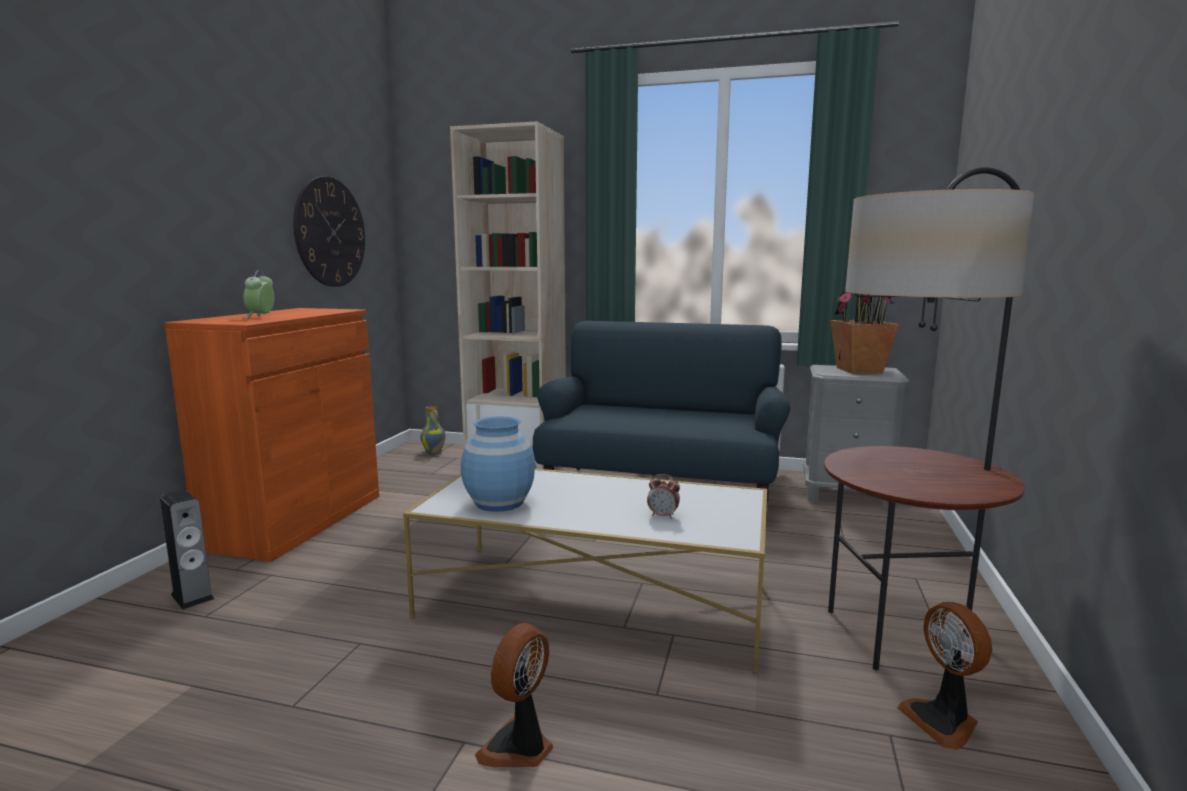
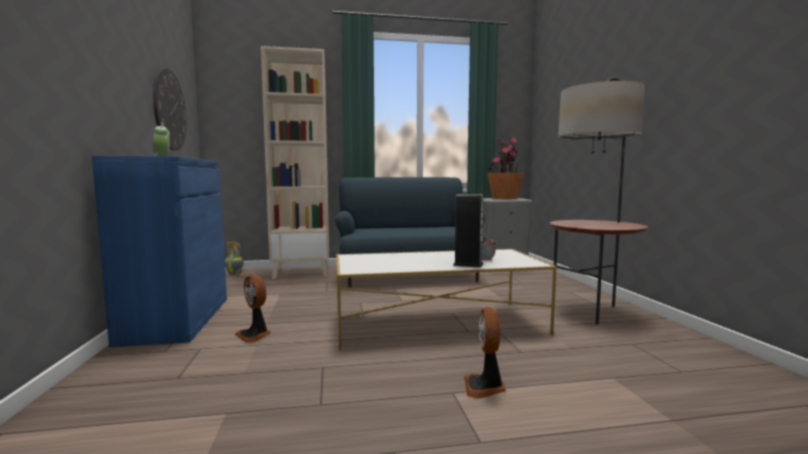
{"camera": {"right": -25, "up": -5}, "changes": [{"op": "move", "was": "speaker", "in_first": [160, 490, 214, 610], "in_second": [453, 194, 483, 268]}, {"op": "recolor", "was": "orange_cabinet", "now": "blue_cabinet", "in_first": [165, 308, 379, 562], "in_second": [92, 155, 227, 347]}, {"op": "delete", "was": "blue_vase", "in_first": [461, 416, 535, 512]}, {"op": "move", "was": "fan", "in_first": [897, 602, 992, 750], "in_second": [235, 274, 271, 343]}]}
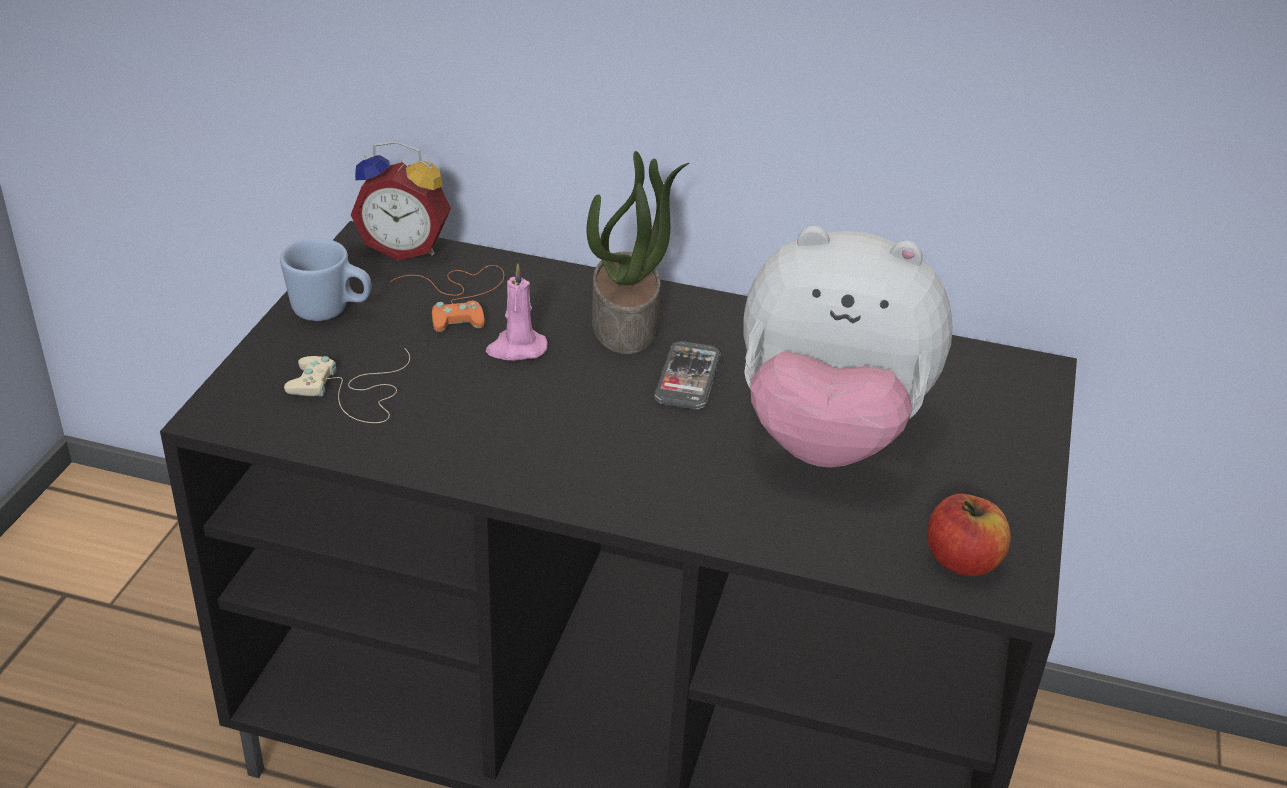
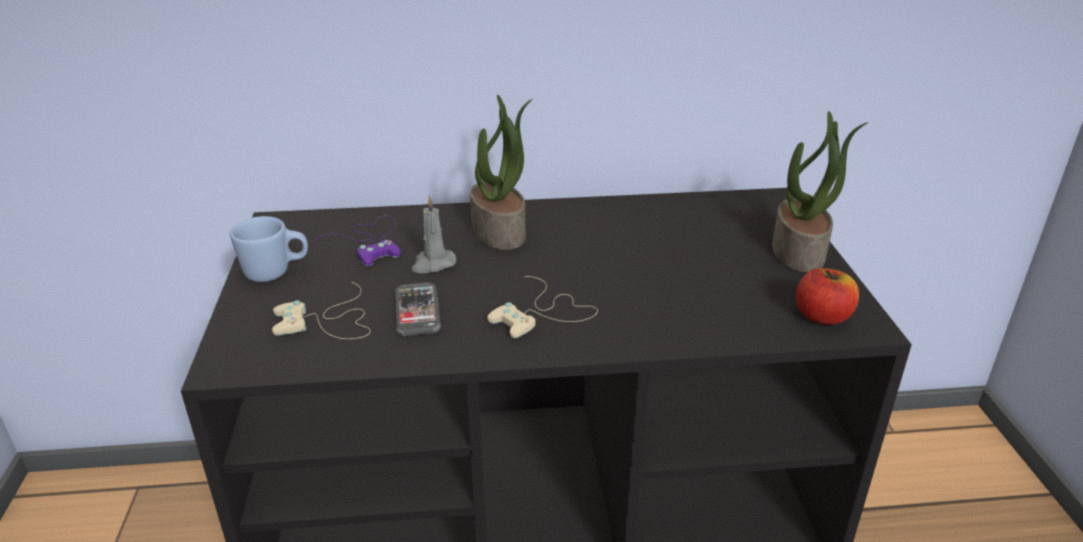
{"camera": {"right": -20, "up": -5}, "changes": [{"op": "delete", "was": "alarm_clock", "in_first": [351, 141, 451, 261]}, {"op": "recolor", "was": "orange_game_controller", "now": "purple_game_controller", "in_first": [390, 265, 504, 332], "in_second": [312, 216, 401, 267]}, {"op": "recolor", "was": "pink_candle", "now": "grey_candle", "in_first": [486, 263, 547, 361], "in_second": [411, 195, 457, 273]}, {"op": "move", "was": "phone", "in_first": [654, 341, 721, 410], "in_second": [395, 282, 441, 336]}, {"op": "delete", "was": "plush_toy", "in_first": [744, 226, 953, 467]}, {"op": "insert", "now": "beige_game_controller", "in_second": [487, 276, 598, 339]}, {"op": "insert", "now": "potted_plant", "in_second": [772, 111, 868, 273]}]}
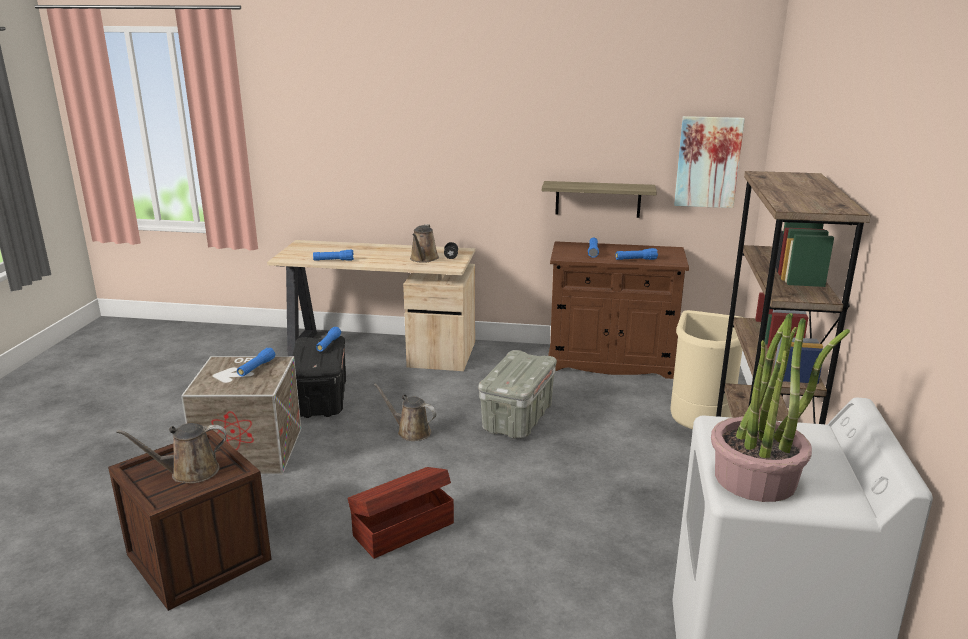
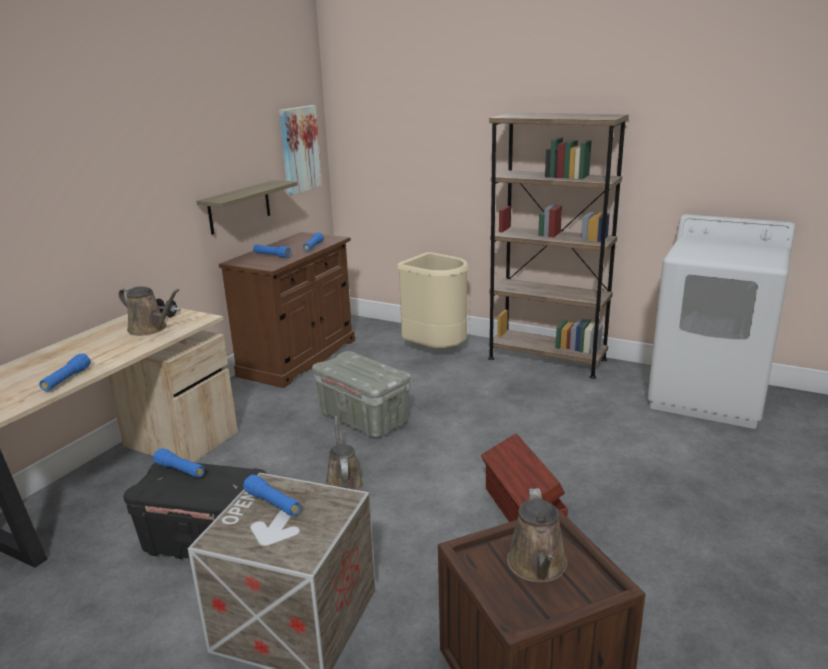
{"camera": {"right": -70, "up": 0}, "changes": [{"op": "rotate", "was": "brown_watering_can", "in_first": [374, 384, 437, 441], "in_second": [325, 416, 363, 490], "clockwise": 120}, {"op": "delete", "was": "potted_plant", "in_first": [711, 313, 850, 502]}]}
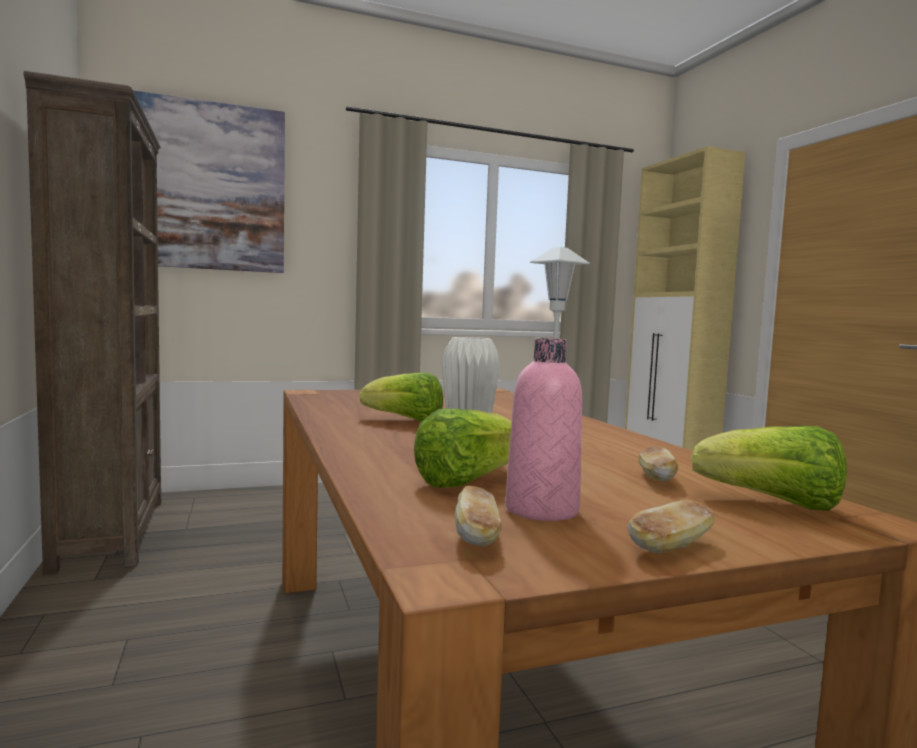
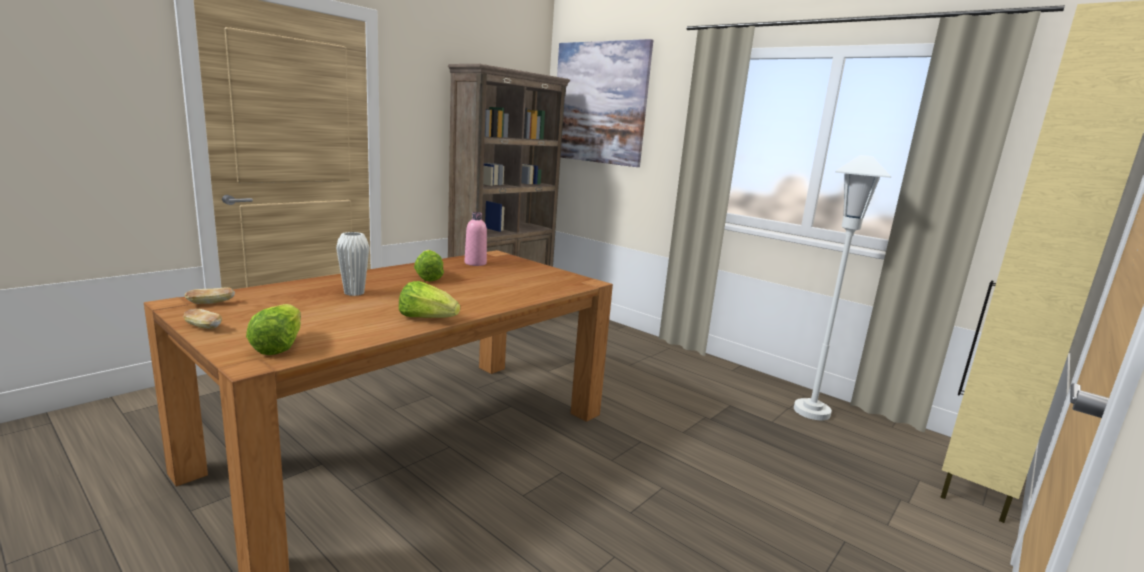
{"camera": {"right": 60, "up": 10}, "changes": [{"op": "move", "was": "lettuce", "in_first": [414, 409, 512, 488], "in_second": [399, 281, 460, 318]}, {"op": "move", "was": "pink_bottle", "in_first": [505, 338, 582, 521], "in_second": [465, 212, 487, 266]}, {"op": "delete", "was": "bread", "in_first": [638, 447, 678, 482]}]}
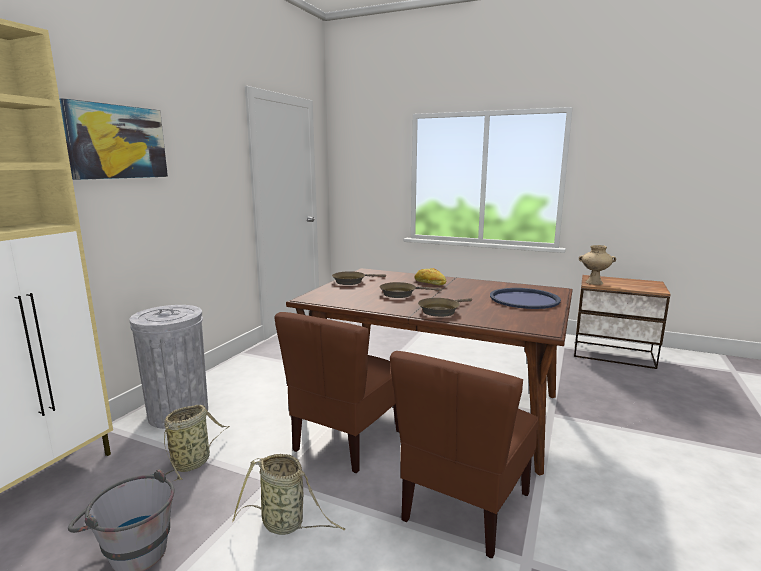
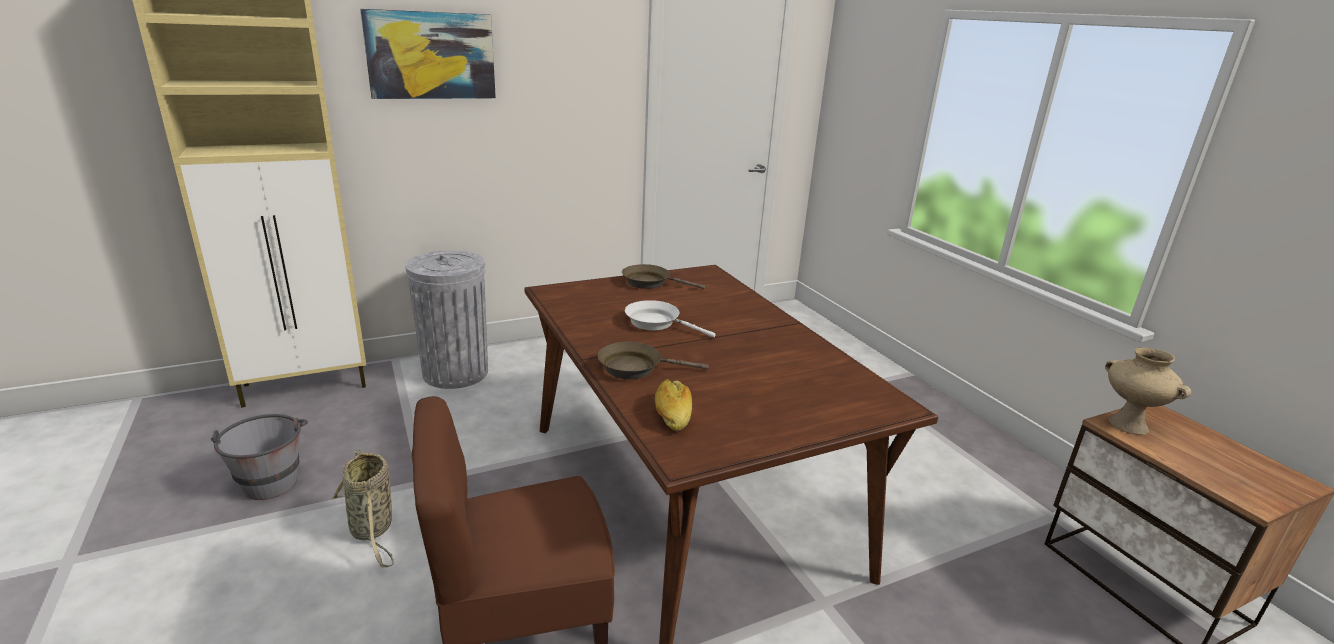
{"camera": {"right": 40, "up": 10}, "changes": [{"op": "delete", "was": "basket", "in_first": [164, 405, 230, 481]}, {"op": "delete", "was": "brown_chair", "in_first": [274, 312, 399, 473]}, {"op": "recolor", "was": "brown_frying_pan", "now": "white_frying_pan", "in_first": [379, 282, 442, 298], "in_second": [625, 300, 716, 337]}, {"op": "move", "was": "bread", "in_first": [415, 268, 446, 285], "in_second": [655, 379, 692, 431]}, {"op": "delete", "was": "blue_tray", "in_first": [490, 288, 561, 309]}]}
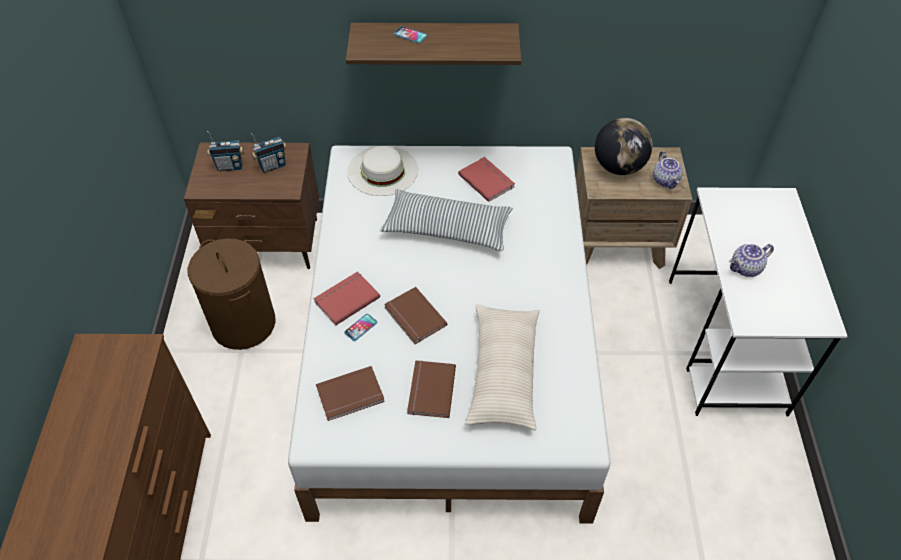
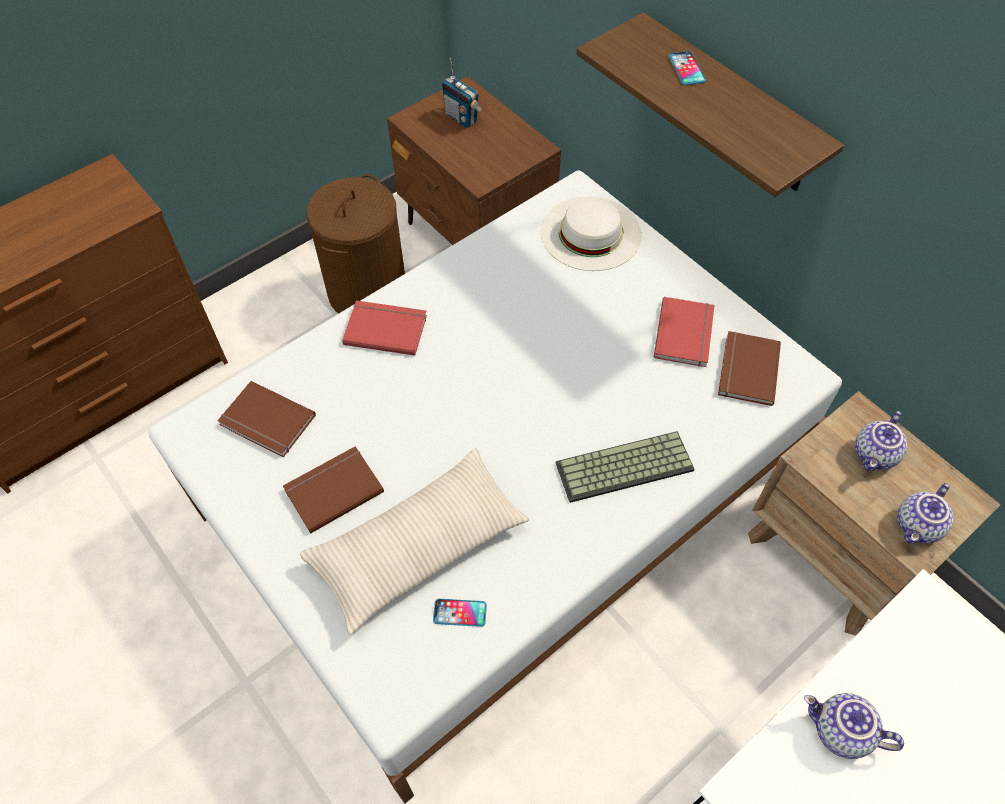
{"camera": {"right": 50, "up": 5}, "changes": [{"op": "delete", "was": "radio", "in_first": [251, 133, 286, 173]}, {"op": "move", "was": "phone", "in_first": [344, 314, 377, 341], "in_second": [433, 599, 487, 627]}, {"op": "delete", "was": "pillow", "in_first": [380, 189, 513, 251]}, {"op": "move", "was": "brown_book", "in_first": [384, 287, 447, 344], "in_second": [718, 331, 781, 406]}, {"op": "replace", "was": "globe", "now": "teapot", "in_first": [595, 118, 653, 175], "in_second": [855, 411, 908, 471]}, {"op": "insert", "now": "keyboard", "in_second": [556, 431, 695, 503]}]}
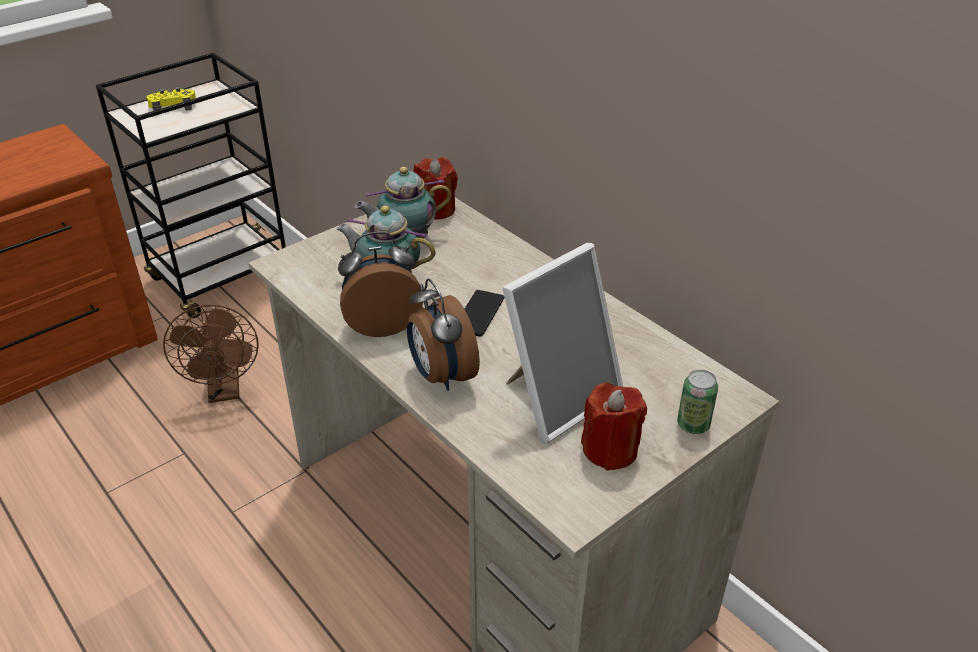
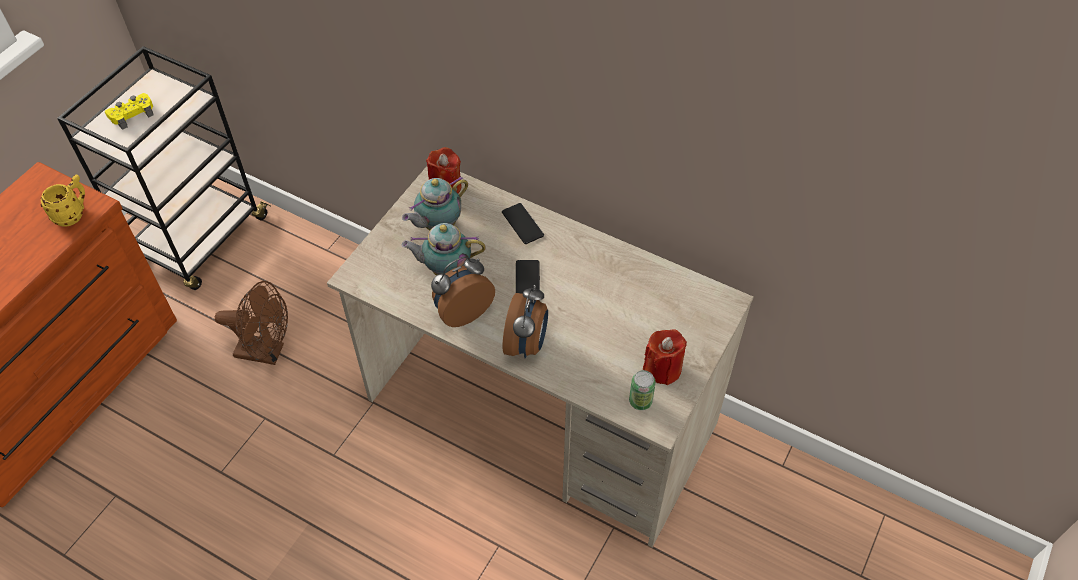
{"camera": {"right": -20, "up": 15}, "changes": [{"op": "rotate", "was": "brown_fan", "in_first": [163, 305, 259, 403], "in_second": [215, 281, 288, 365], "clockwise": -45}, {"op": "rotate", "was": "alarm_clock", "in_first": [407, 279, 480, 391], "in_second": [503, 285, 548, 359], "clockwise": -120}, {"op": "delete", "was": "picture_frame", "in_first": [502, 243, 623, 444]}, {"op": "move", "was": "can", "in_first": [677, 370, 718, 434], "in_second": [629, 370, 656, 410]}, {"op": "insert", "now": "yellow_mug", "in_second": [40, 174, 85, 227]}, {"op": "insert", "now": "phone", "in_second": [502, 203, 544, 244]}]}
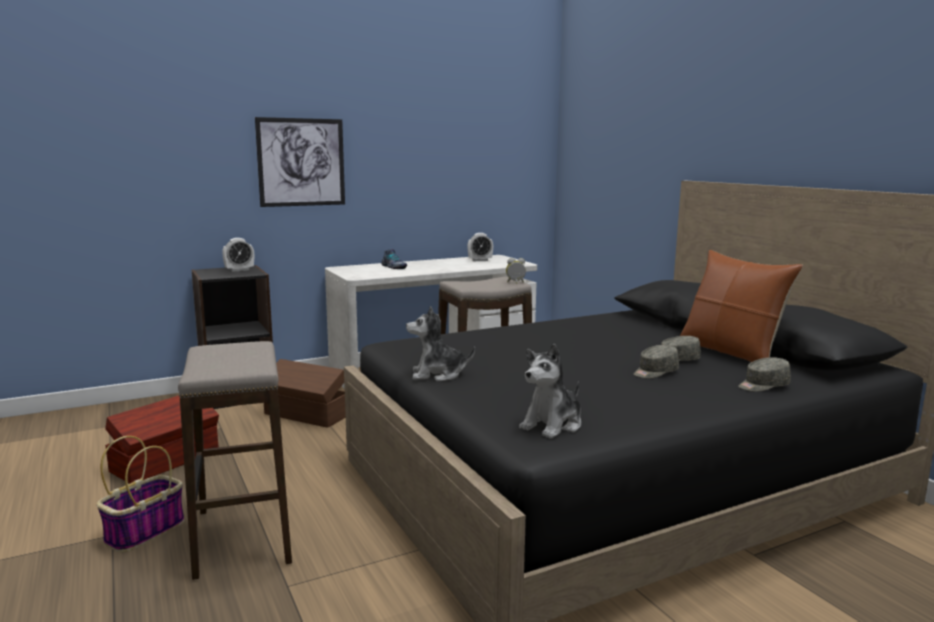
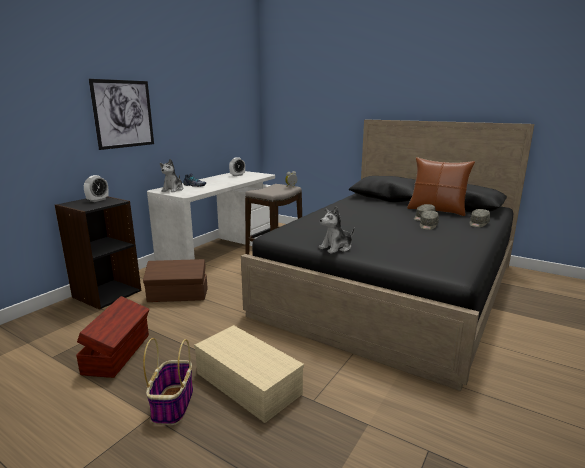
{"camera": {"right": -30, "up": 5}, "changes": [{"op": "replace", "was": "stool", "now": "beige_storage_box", "in_first": [178, 341, 292, 580], "in_second": [194, 325, 304, 423]}, {"op": "move", "was": "plush_toy", "in_first": [519, 344, 581, 439], "in_second": [160, 159, 184, 192]}]}
